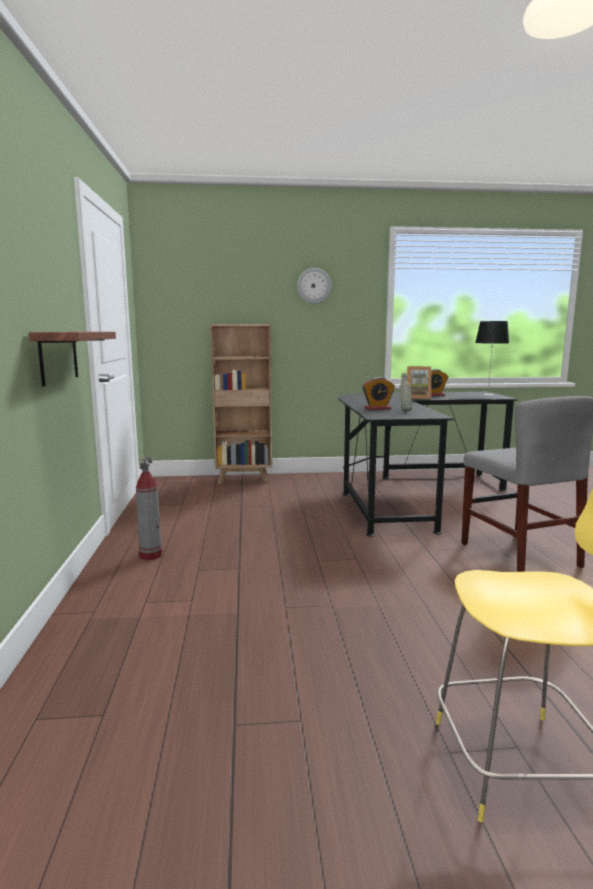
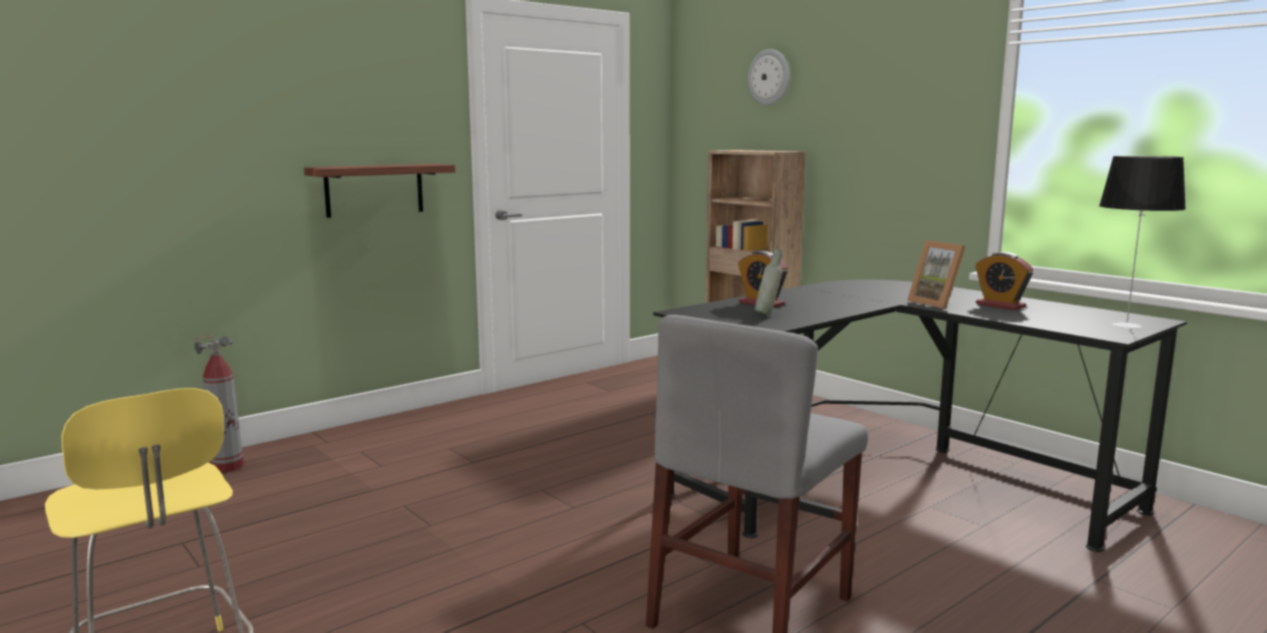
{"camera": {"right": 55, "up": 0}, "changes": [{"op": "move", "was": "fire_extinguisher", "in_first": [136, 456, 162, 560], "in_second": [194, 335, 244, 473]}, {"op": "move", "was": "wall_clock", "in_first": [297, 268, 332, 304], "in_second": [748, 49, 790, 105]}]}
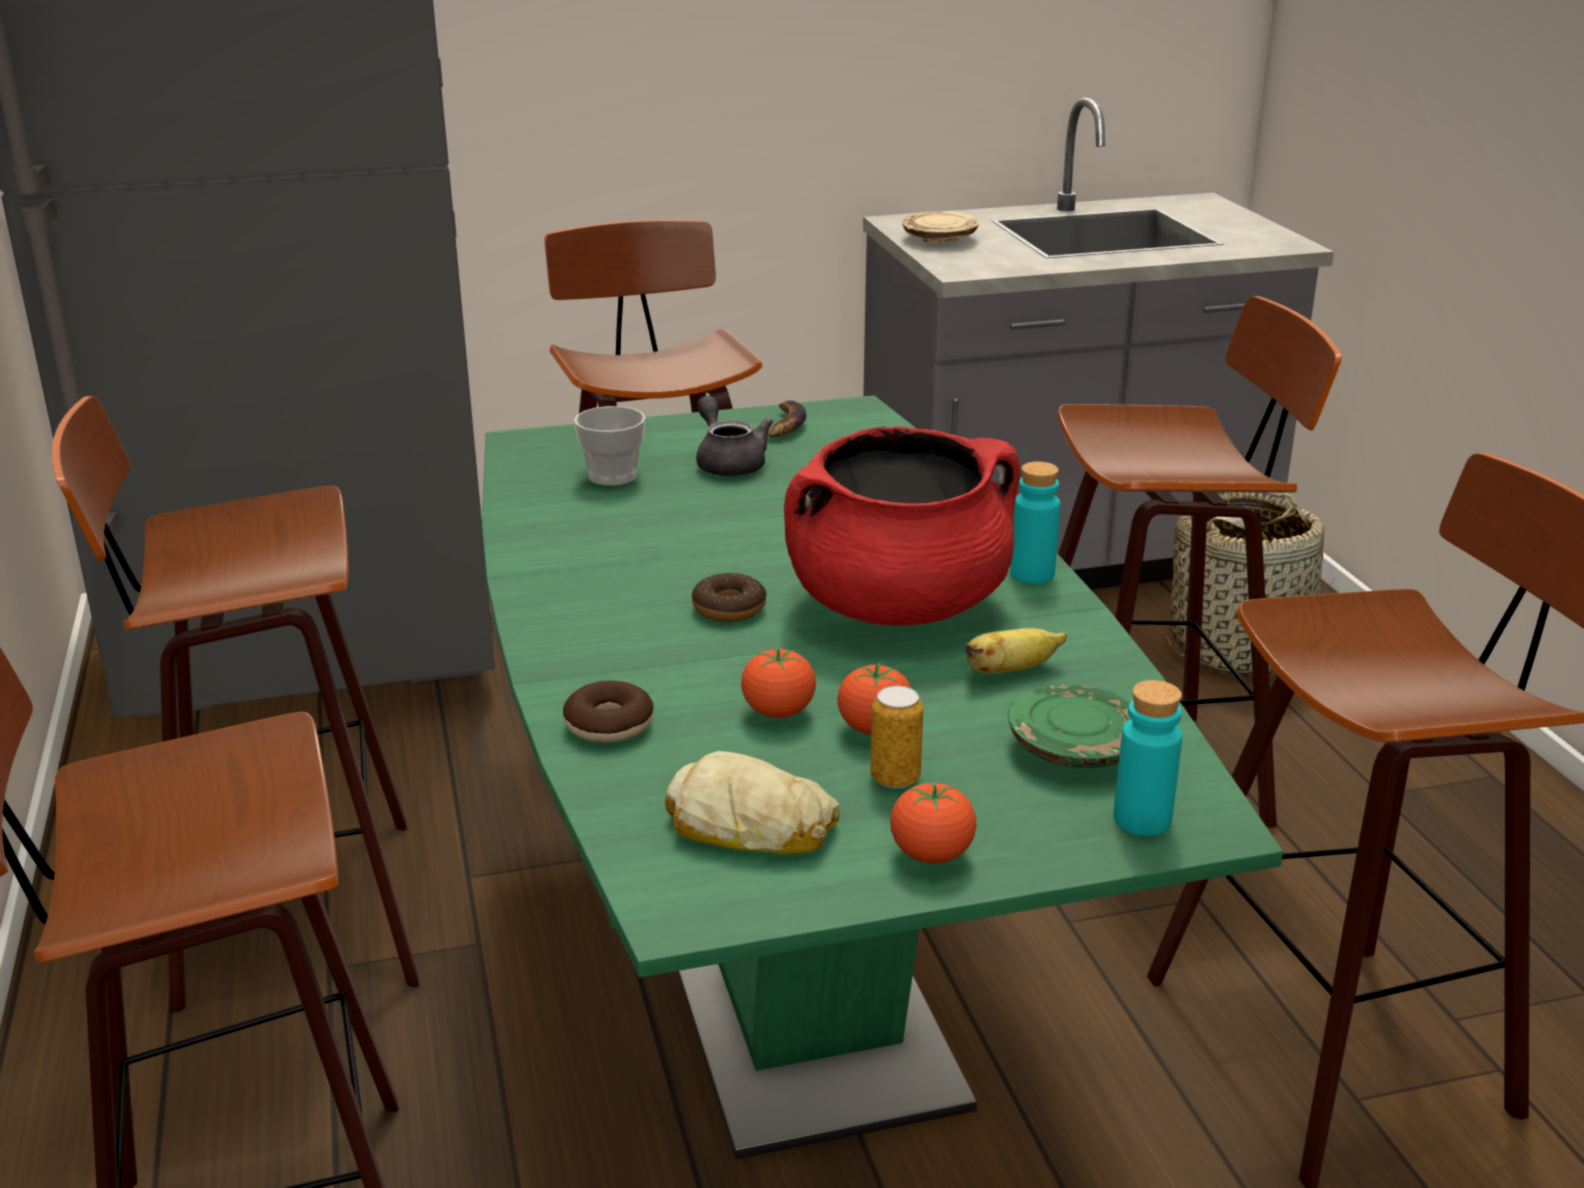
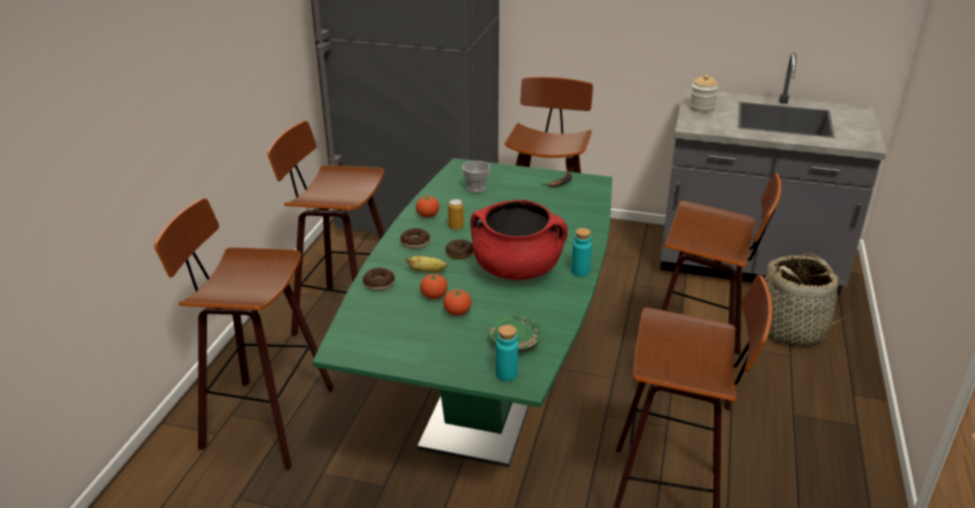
{"camera": {"right": 30, "up": 5}, "changes": [{"op": "delete", "was": "bread", "in_first": [665, 751, 840, 854]}, {"op": "delete", "was": "grey_teapot", "in_first": [696, 396, 773, 476]}, {"op": "move", "was": "can", "in_first": [870, 686, 923, 788], "in_second": [448, 199, 464, 230]}, {"op": "move", "was": "tomato", "in_first": [890, 781, 976, 864], "in_second": [416, 196, 439, 218]}, {"op": "replace", "was": "beige_plate", "now": "jar", "in_first": [902, 211, 980, 244], "in_second": [689, 75, 718, 113]}, {"op": "move", "was": "banana", "in_first": [965, 628, 1067, 674], "in_second": [405, 256, 447, 273]}, {"op": "insert", "now": "donut", "in_second": [400, 228, 430, 249]}]}
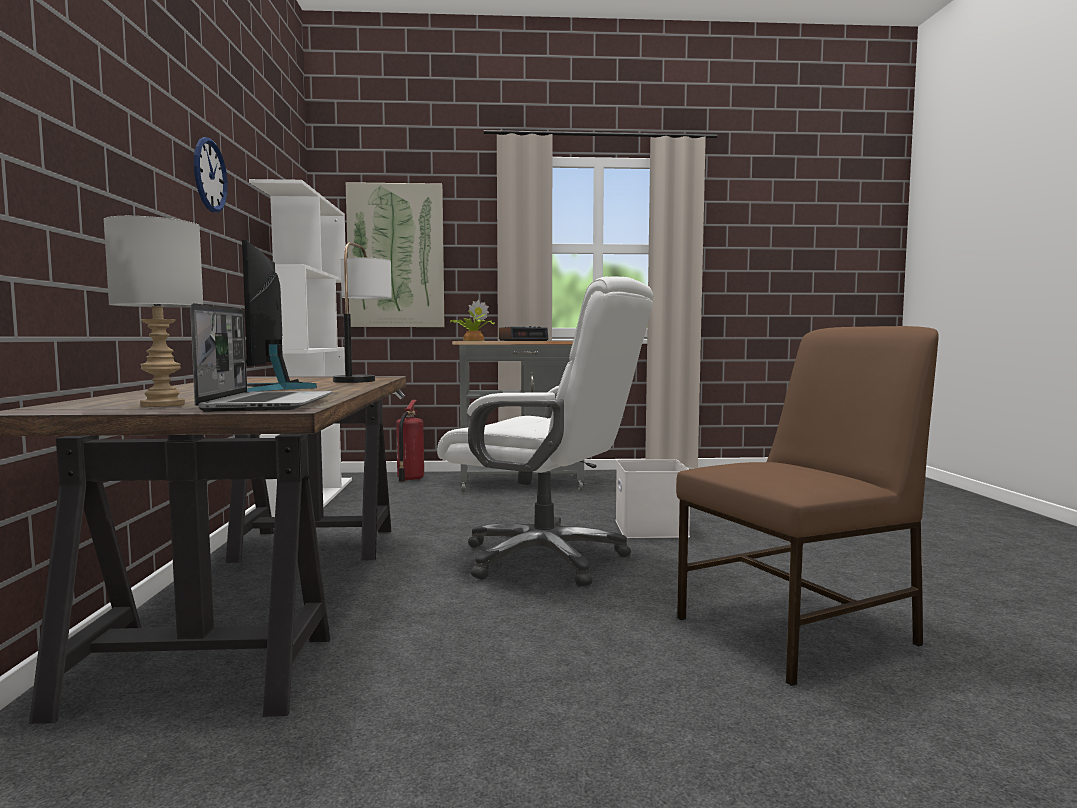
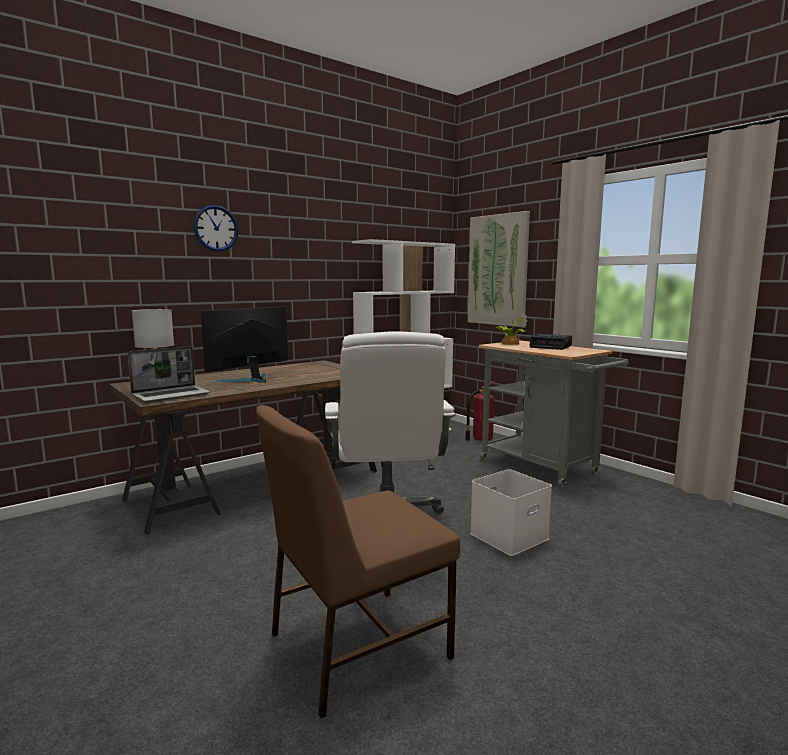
{"camera": {"right": 55, "up": 5}, "changes": [{"op": "move", "was": "wall_clock", "in_first": [194, 137, 228, 212], "in_second": [193, 205, 239, 252]}, {"op": "delete", "was": "table_lamp", "in_first": [333, 242, 392, 383]}, {"op": "rotate", "was": "brown_chair", "in_first": [676, 326, 939, 686], "in_second": [256, 405, 460, 718], "clockwise": 120}]}
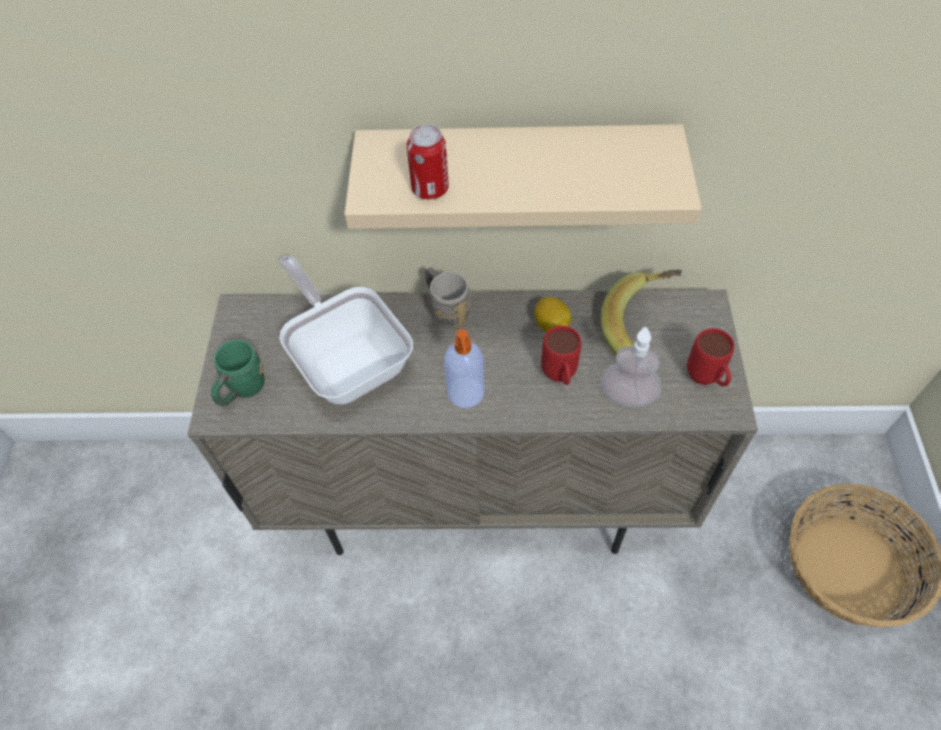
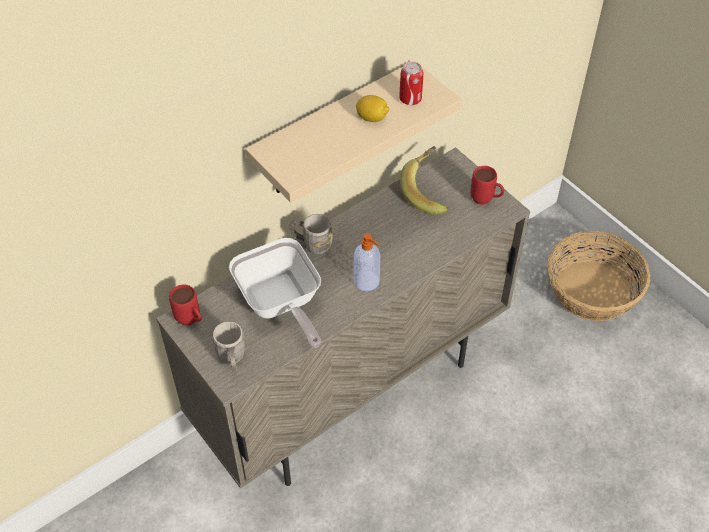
{"camera": {"right": -40, "up": -5}, "changes": [{"op": "recolor", "was": "green_mug", "now": "grey_mug", "in_first": [211, 340, 265, 407], "in_second": [213, 321, 245, 372]}, {"op": "rotate", "was": "frying_pan", "in_first": [279, 255, 413, 404], "in_second": [229, 238, 321, 348], "clockwise": -135}, {"op": "move", "was": "can", "in_first": [407, 125, 449, 199], "in_second": [399, 62, 423, 105]}, {"op": "move", "was": "lemon", "in_first": [534, 297, 571, 333], "in_second": [356, 95, 389, 122]}, {"op": "move", "was": "red_mug", "in_first": [541, 326, 581, 385], "in_second": [169, 284, 201, 326]}, {"op": "delete", "was": "soap_dispenser", "in_first": [601, 327, 661, 408]}]}
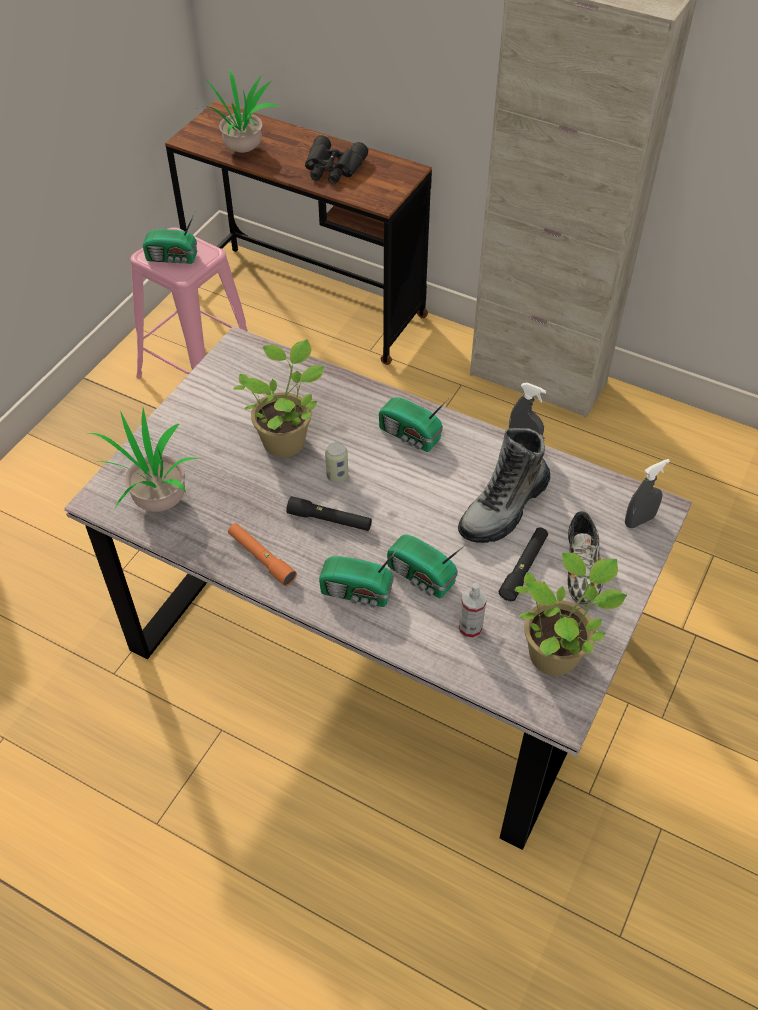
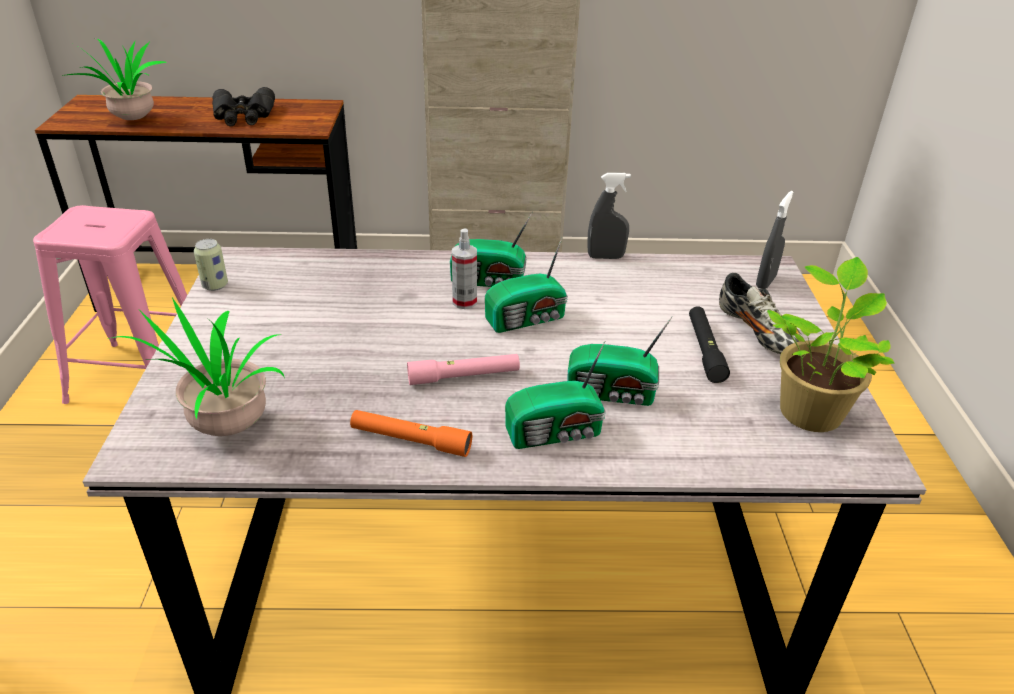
{"camera": {"right": -30, "up": -15}, "changes": [{"op": "move", "was": "radio", "in_first": [143, 212, 197, 264], "in_second": [485, 238, 568, 333]}, {"op": "delete", "was": "potted_plant", "in_first": [233, 339, 325, 457]}, {"op": "recolor", "was": "black_flashlight", "now": "pink_flashlight", "in_first": [286, 496, 372, 531], "in_second": [407, 354, 520, 385]}, {"op": "move", "was": "can", "in_first": [325, 442, 348, 483], "in_second": [194, 239, 228, 291]}, {"op": "delete", "was": "boot", "in_first": [458, 428, 550, 543]}, {"op": "move", "was": "spray_bottle", "in_first": [459, 583, 487, 639], "in_second": [452, 228, 477, 309]}]}
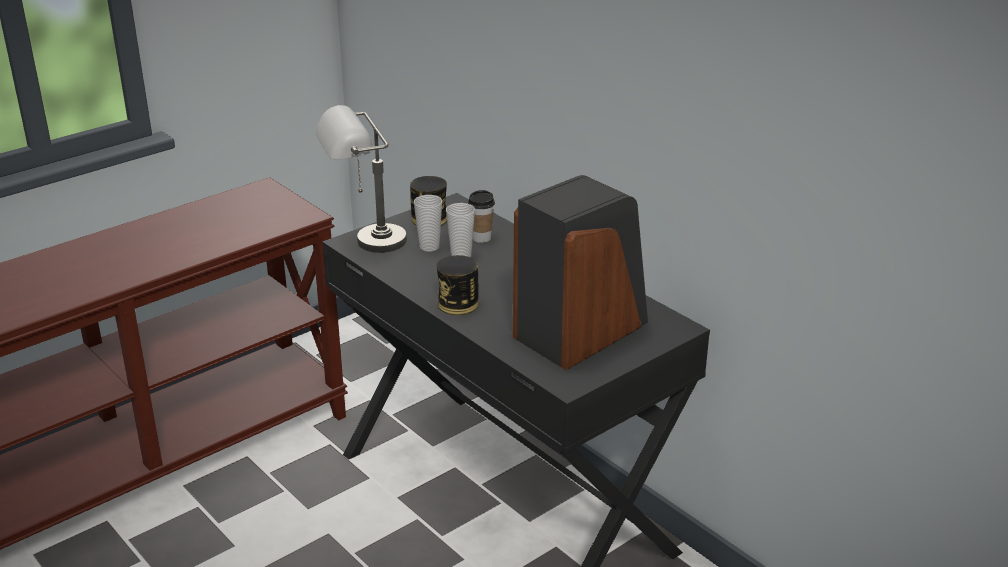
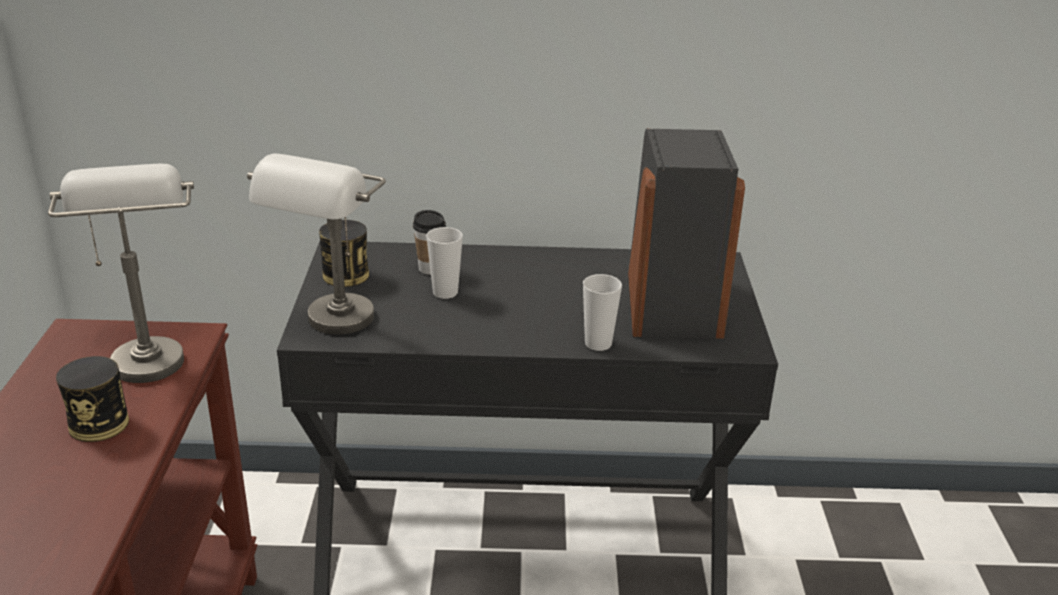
{"camera": {"right": -50, "up": 0}, "changes": [{"op": "move", "was": "cup", "in_first": [414, 195, 442, 252], "in_second": [583, 274, 622, 351]}, {"op": "move", "was": "can", "in_first": [437, 255, 478, 315], "in_second": [56, 356, 129, 442]}, {"op": "insert", "now": "grey_table_lamp", "in_second": [48, 164, 194, 383]}]}
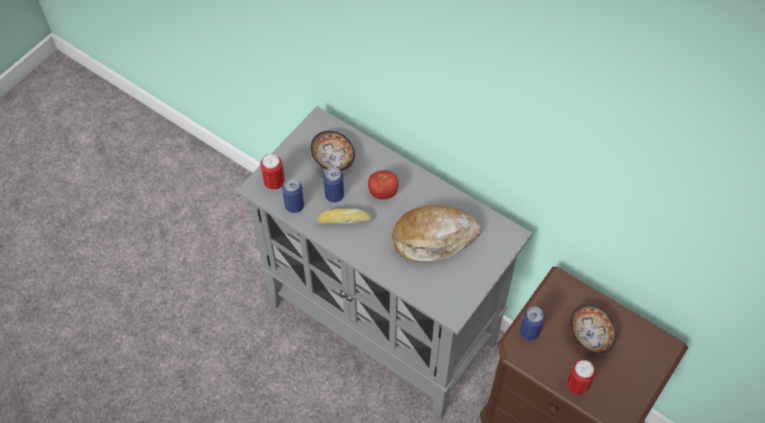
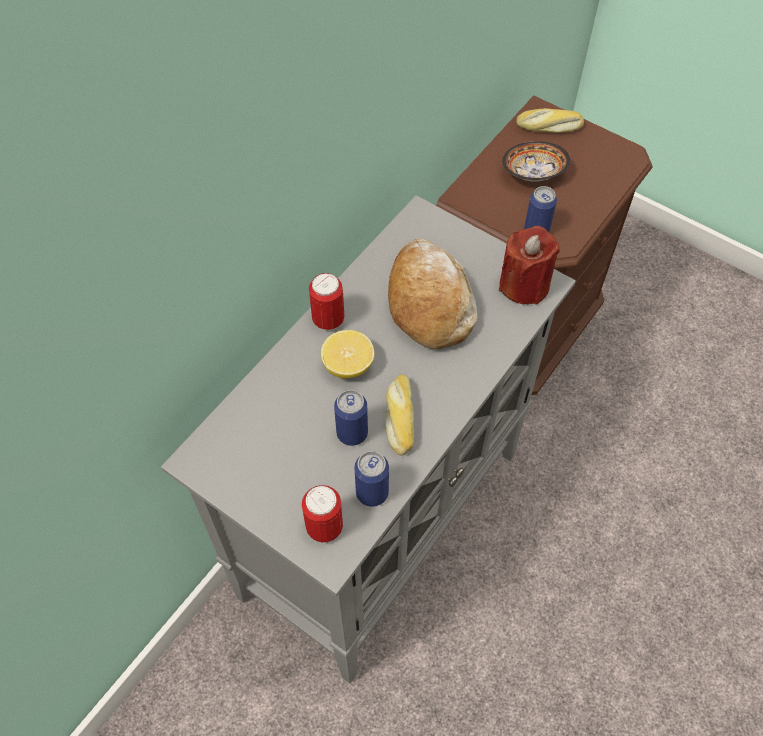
{"camera": {"right": -90, "up": 0}, "changes": [{"op": "delete", "was": "bowl", "in_first": [310, 131, 355, 171]}, {"op": "replace", "was": "tomato", "now": "lemon", "in_first": [368, 170, 399, 200], "in_second": [321, 330, 374, 378]}, {"op": "move", "was": "can", "in_first": [567, 360, 596, 394], "in_second": [309, 273, 344, 331]}, {"op": "insert", "now": "red_candle", "in_second": [499, 226, 560, 305]}, {"op": "insert", "now": "bread", "in_second": [516, 108, 584, 133]}]}
